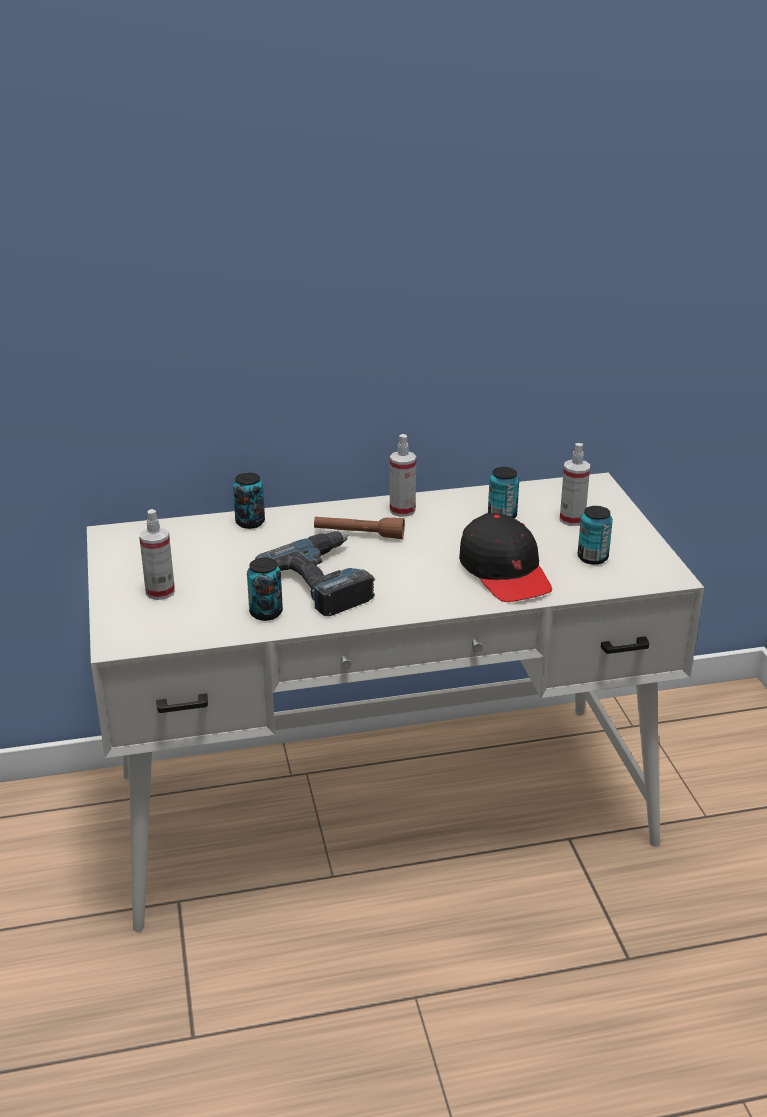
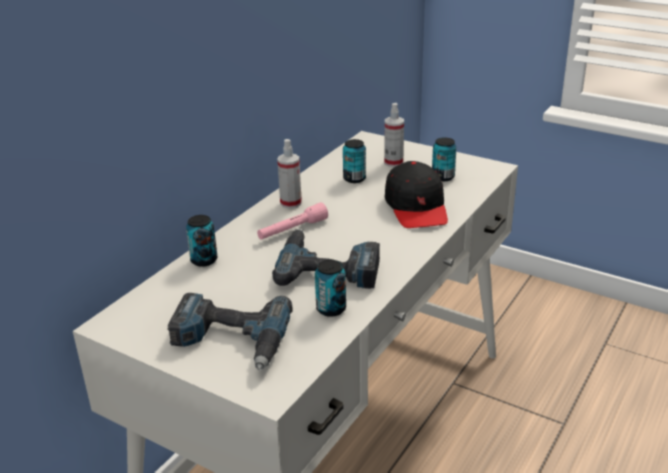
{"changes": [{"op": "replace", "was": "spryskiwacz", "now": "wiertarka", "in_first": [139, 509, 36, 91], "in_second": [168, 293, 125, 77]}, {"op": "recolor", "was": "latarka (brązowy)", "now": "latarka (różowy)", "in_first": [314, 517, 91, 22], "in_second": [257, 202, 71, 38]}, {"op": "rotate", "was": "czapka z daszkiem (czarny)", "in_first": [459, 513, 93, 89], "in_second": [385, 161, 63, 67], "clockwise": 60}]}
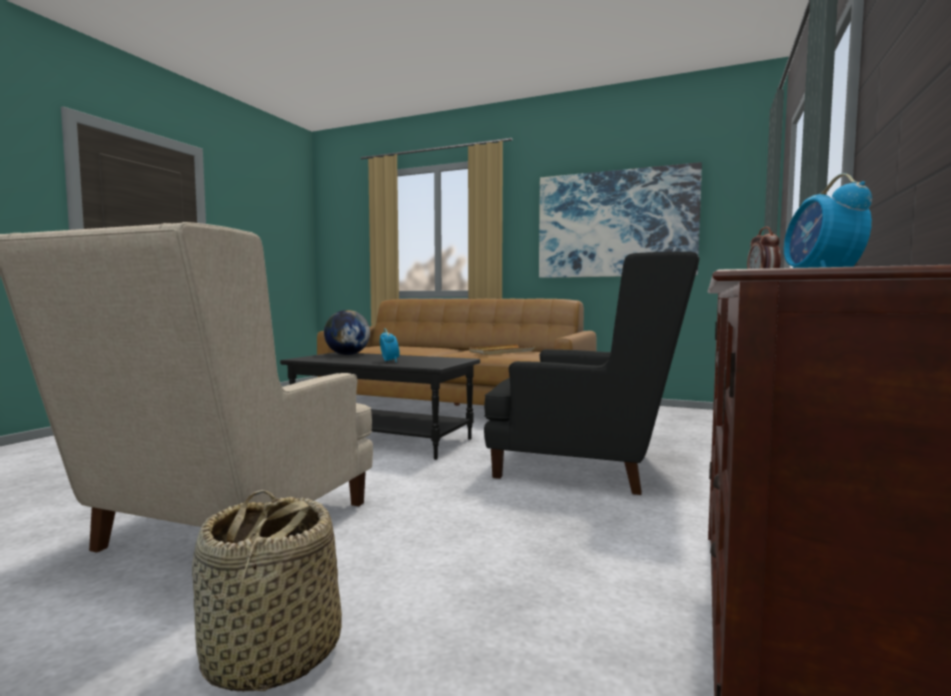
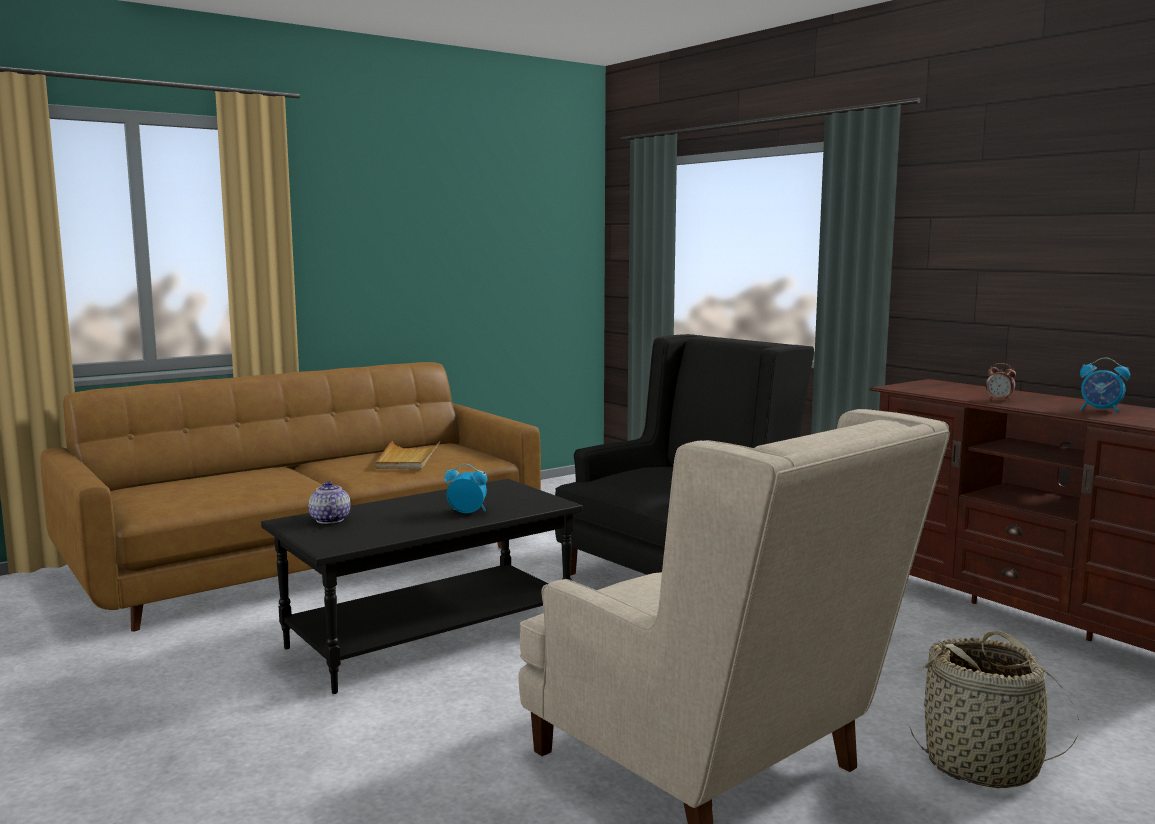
{"changes": [{"op": "delete", "was": "obraz", "in_first": [539, 162, 163, 116]}, {"op": "replace", "was": "globus", "now": "imbryk", "in_first": [324, 310, 46, 45], "in_second": [309, 481, 42, 43]}]}
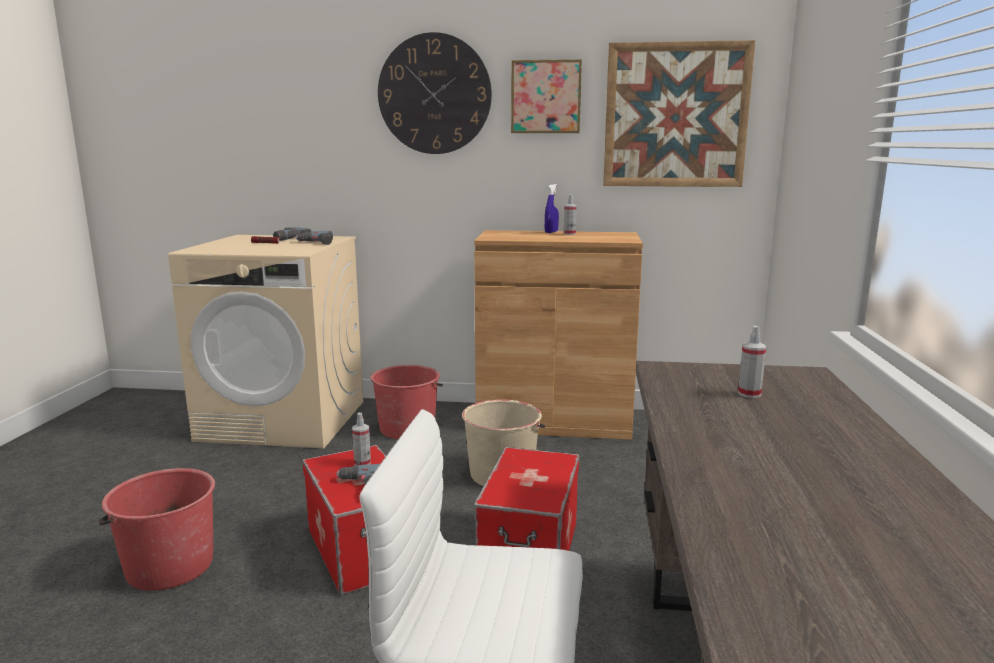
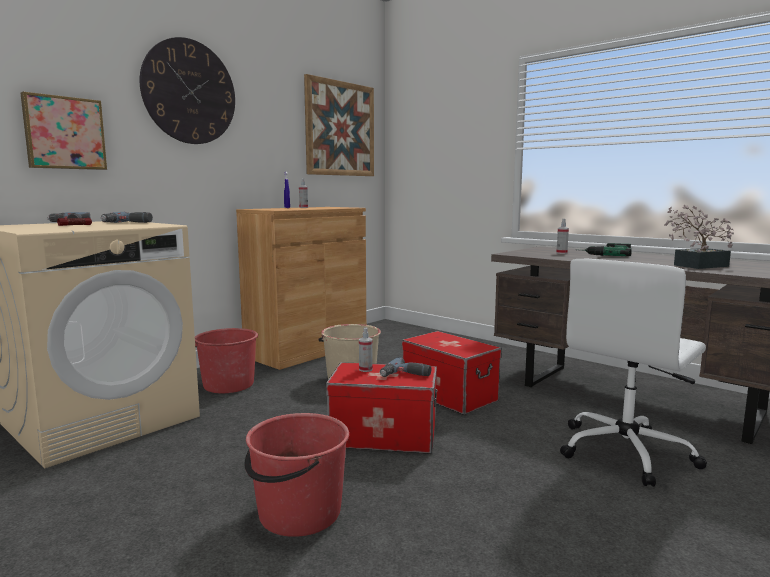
{"changes": [{"op": "insert", "now": "wiertarka", "in_second": [583, 243, 49, 13]}, {"op": "insert", "now": "roślina doniczkowa", "in_second": [664, 205, 70, 64]}, {"op": "move", "was": "obraz", "in_first": [511, 59, 71, 74], "in_second": [21, 92, 86, 78]}]}
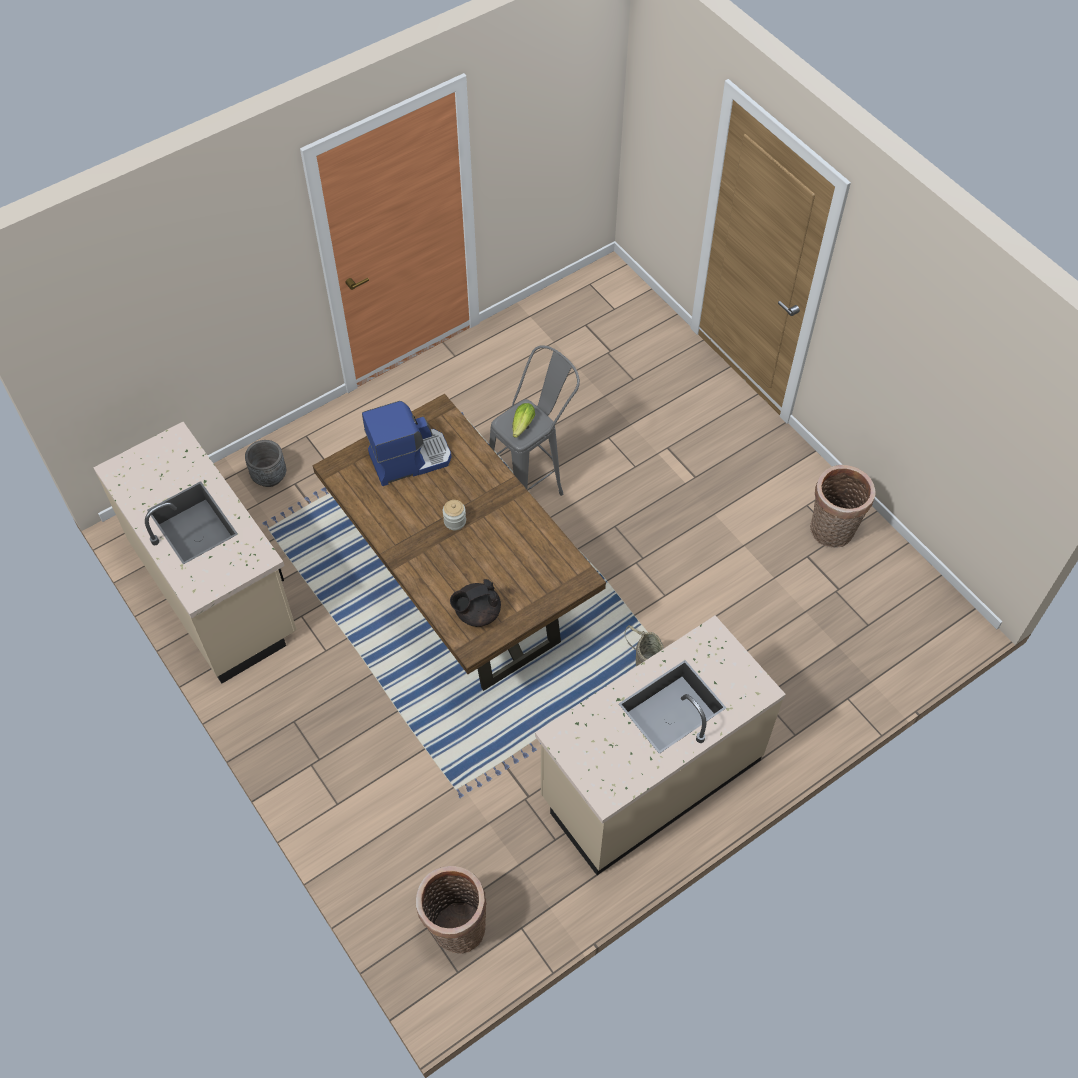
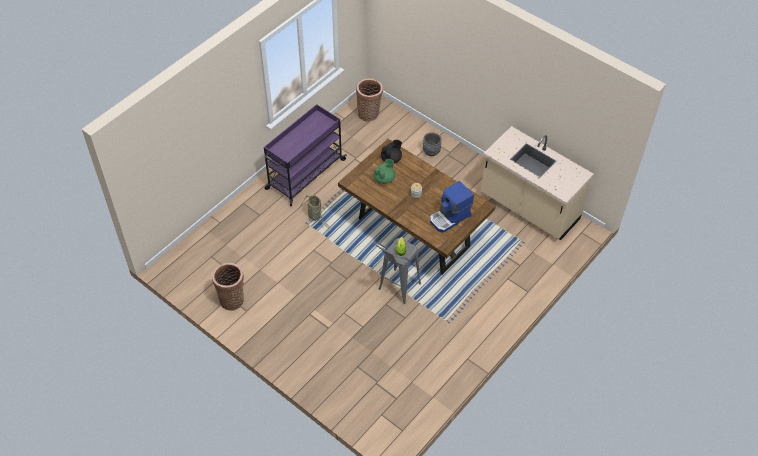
{"changes": [{"op": "insert", "now": "imbryk (zielony)", "in_second": [374, 159, 21, 25]}, {"op": "move", "was": "donica (szary)", "in_first": [245, 440, 41, 47], "in_second": [423, 132, 19, 24]}, {"op": "replace", "was": "zabudowa kuchenna (beżowy)", "now": "wózek (fioletowy)", "in_first": [535, 615, 251, 260], "in_second": [264, 104, 83, 102]}]}
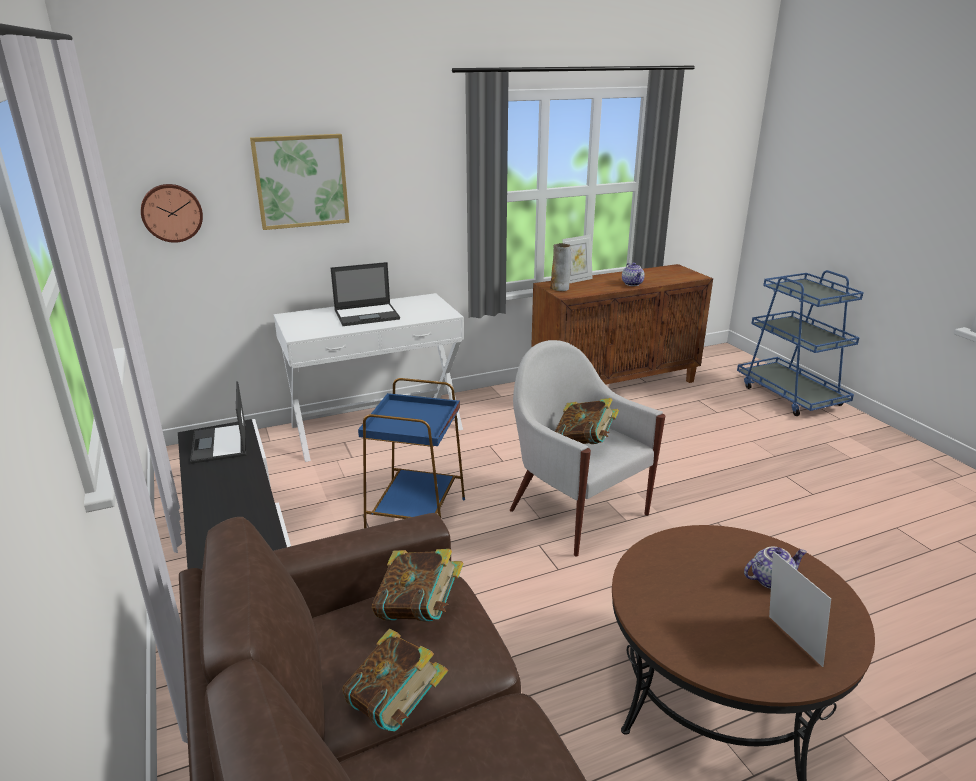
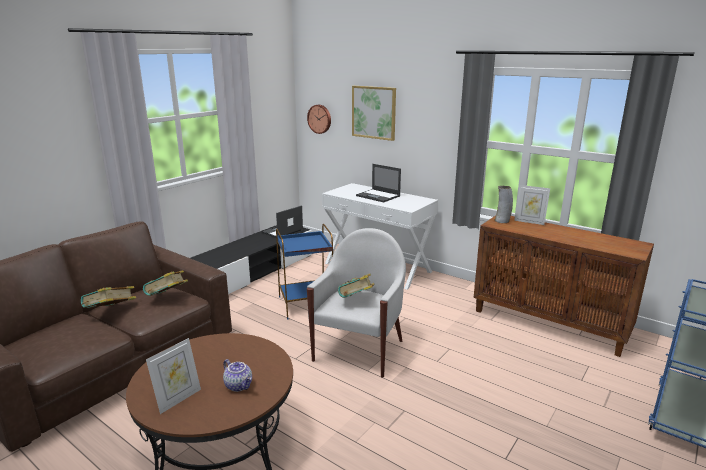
{"changes": [{"op": "delete", "was": "imbryk", "in_first": [622, 262, 23, 24]}]}
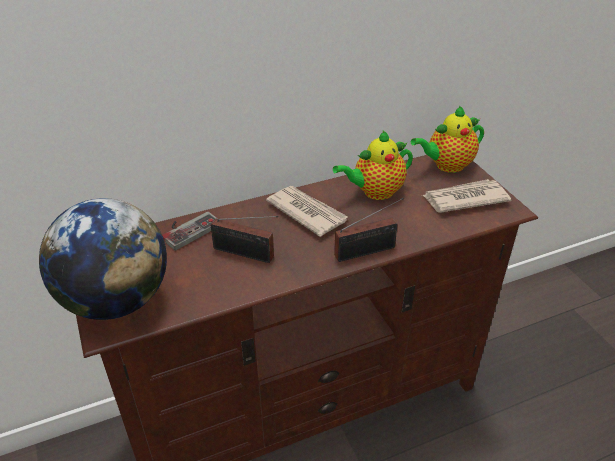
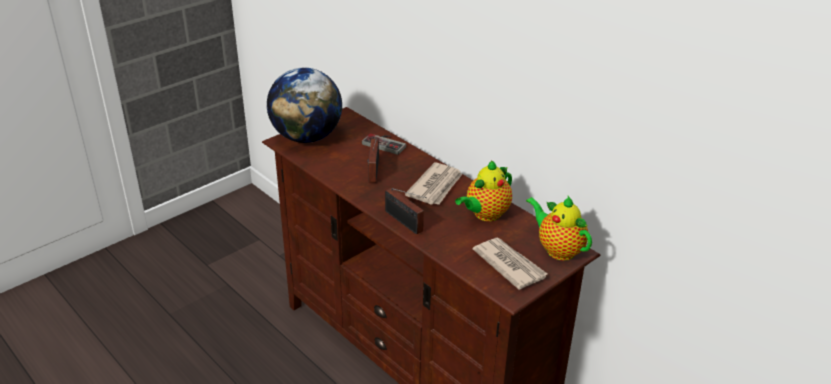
{"changes": [{"op": "rotate", "was": "imbryk", "in_first": [333, 131, 80, 69], "in_second": [455, 160, 57, 61], "clockwise": -90}]}
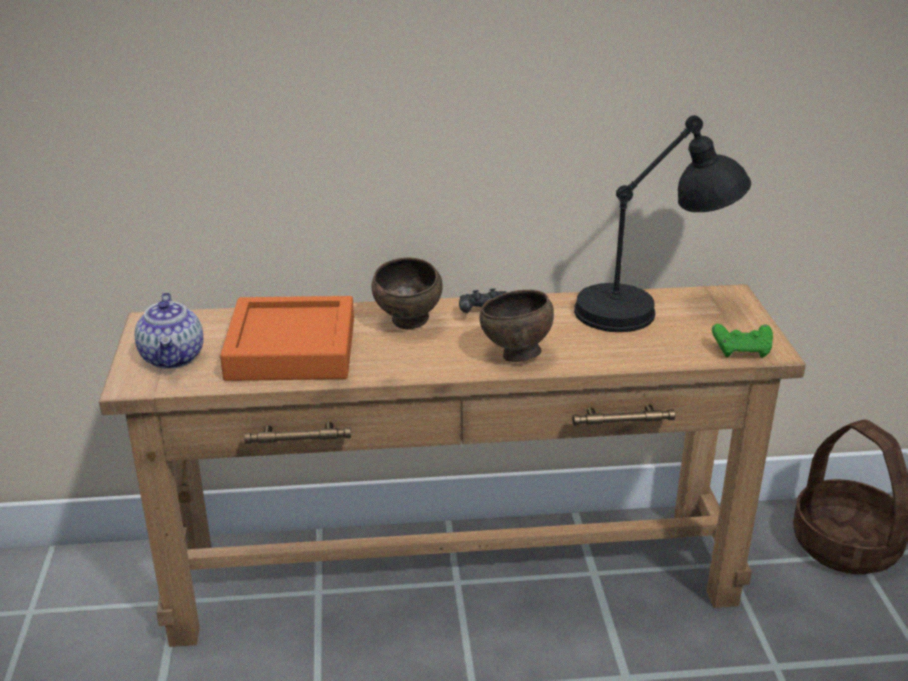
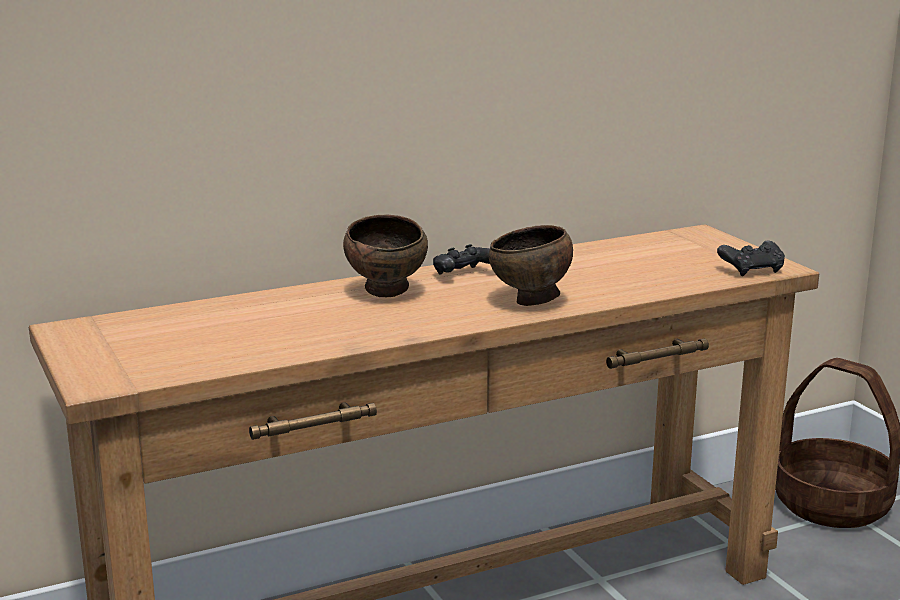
{"changes": [{"op": "delete", "was": "imbryk", "in_first": [135, 292, 68, 77]}, {"op": "delete", "was": "taca (pomarańczowy)", "in_first": [220, 296, 134, 85]}, {"op": "delete", "was": "lampa stołowa (czarny)", "in_first": [574, 115, 177, 217]}, {"op": "recolor", "was": "pad do gier (zielony)", "now": "pad do gier (czarny)", "in_first": [712, 324, 61, 34], "in_second": [717, 240, 68, 36]}]}
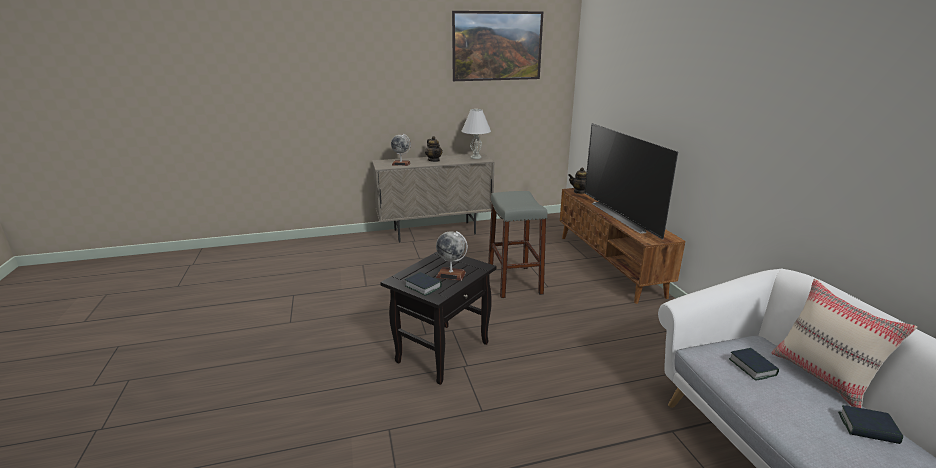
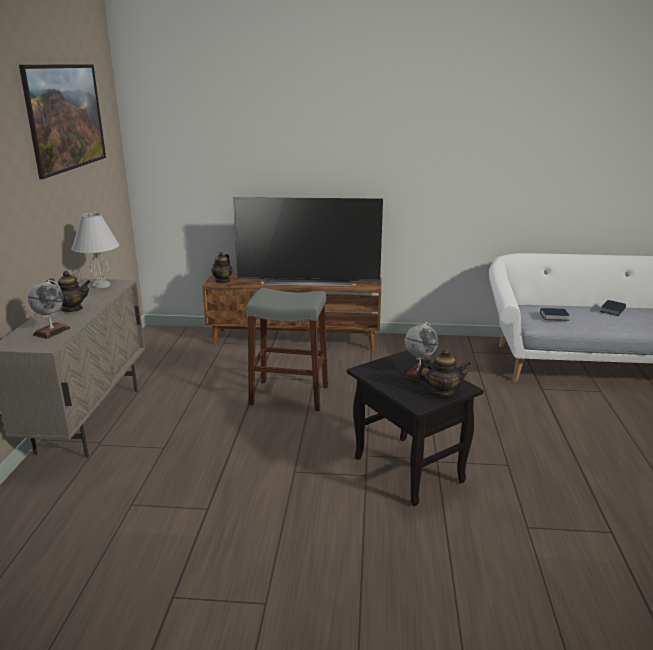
{"changes": [{"op": "delete", "was": "poduszka (beżowy)", "in_first": [772, 279, 145, 129]}, {"op": "replace", "was": "książka", "now": "imbryk", "in_first": [405, 272, 37, 24], "in_second": [416, 349, 55, 48]}]}
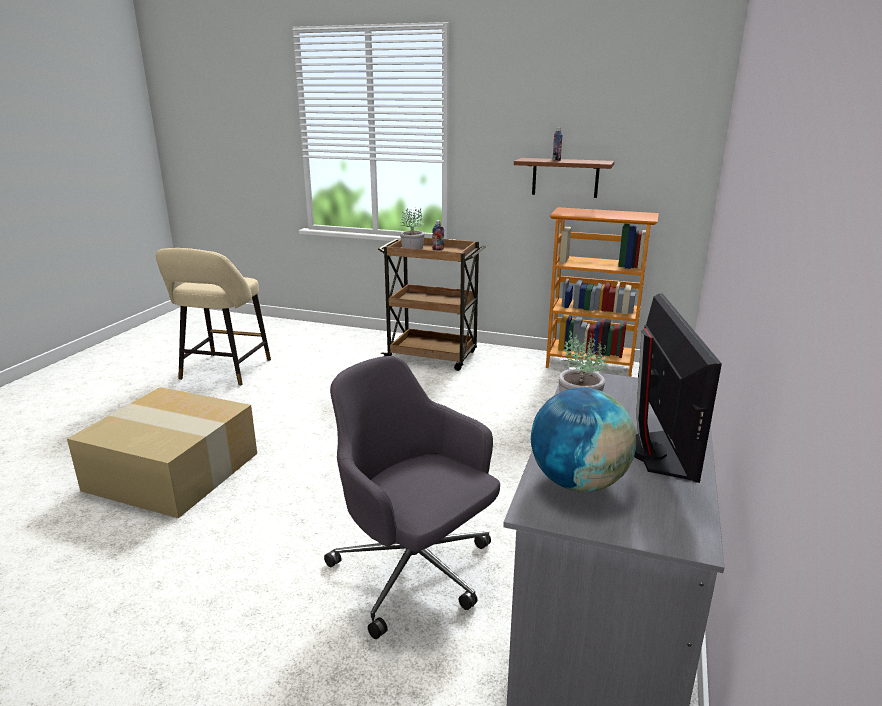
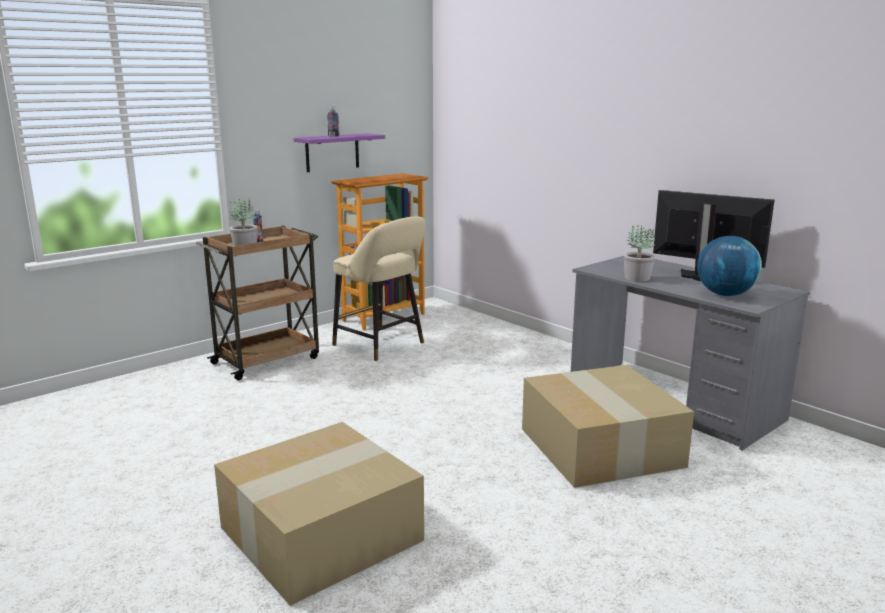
{"changes": [{"op": "move", "was": "stołek (beżowy)", "in_first": [156, 248, 115, 138], "in_second": [332, 216, 93, 145]}, {"op": "replace", "was": "krzesło biurowe (szary)", "now": "karton", "in_first": [324, 356, 176, 283], "in_second": [522, 365, 172, 123]}, {"op": "recolor", "was": "półka (brązowy)", "now": "półka (fioletowy)", "in_first": [514, 158, 101, 40], "in_second": [293, 133, 92, 39]}]}
